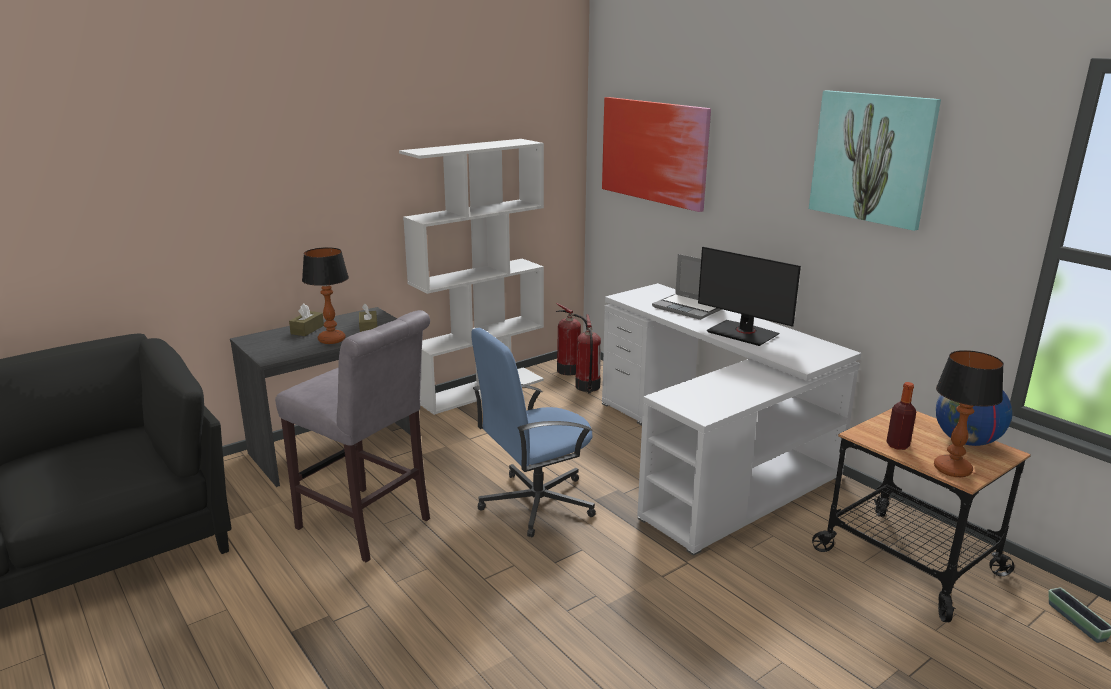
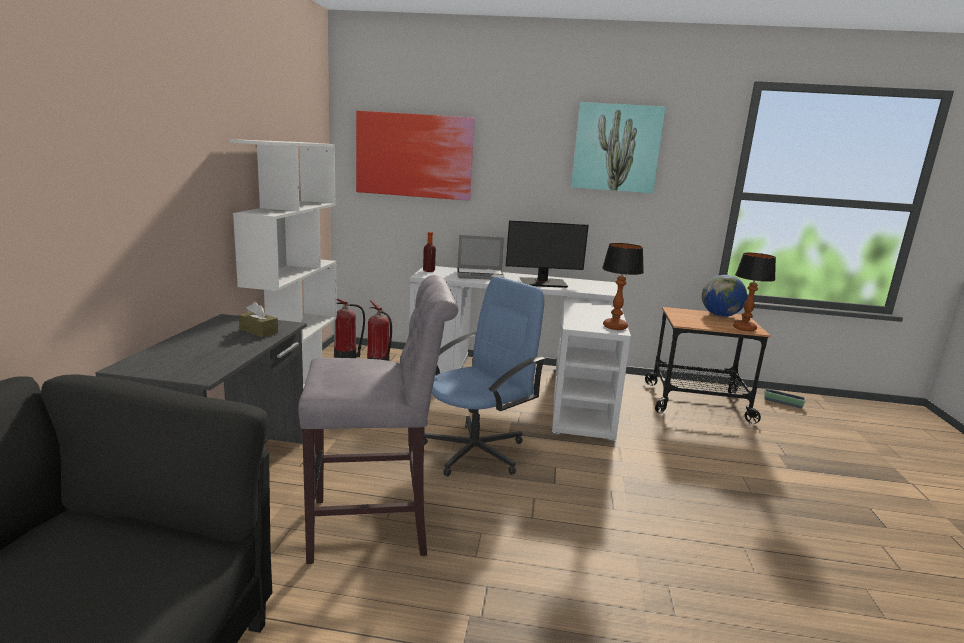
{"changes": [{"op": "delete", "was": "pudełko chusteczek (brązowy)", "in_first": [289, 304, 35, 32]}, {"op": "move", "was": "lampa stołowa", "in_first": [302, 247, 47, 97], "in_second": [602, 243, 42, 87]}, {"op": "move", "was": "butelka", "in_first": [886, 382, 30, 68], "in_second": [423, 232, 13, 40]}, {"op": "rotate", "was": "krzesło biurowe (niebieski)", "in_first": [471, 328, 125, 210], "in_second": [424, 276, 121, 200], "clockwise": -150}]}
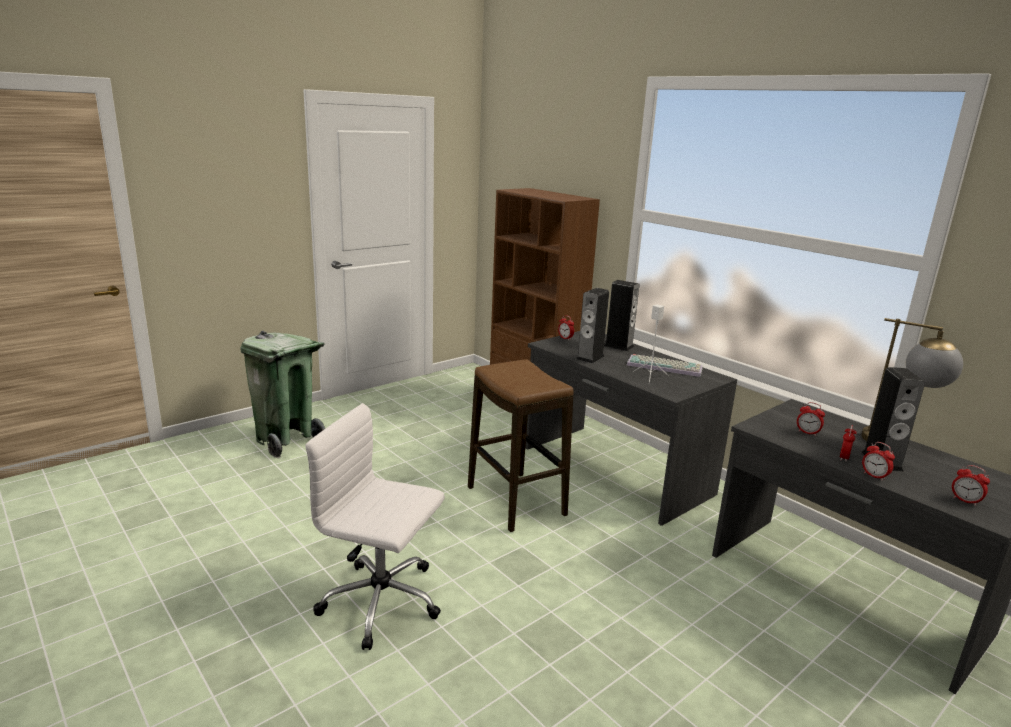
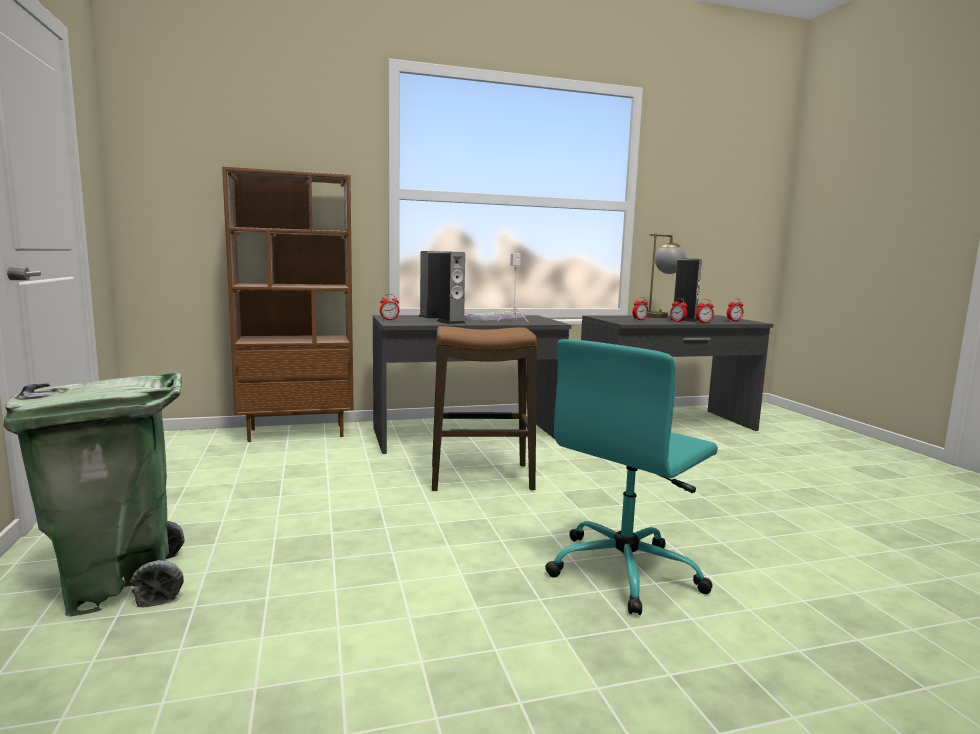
{"changes": [{"op": "recolor", "was": "krzesło biurowe (biały)", "now": "krzesło biurowe (turkusowy)", "in_first": [305, 403, 140, 247], "in_second": [545, 339, 173, 276]}]}
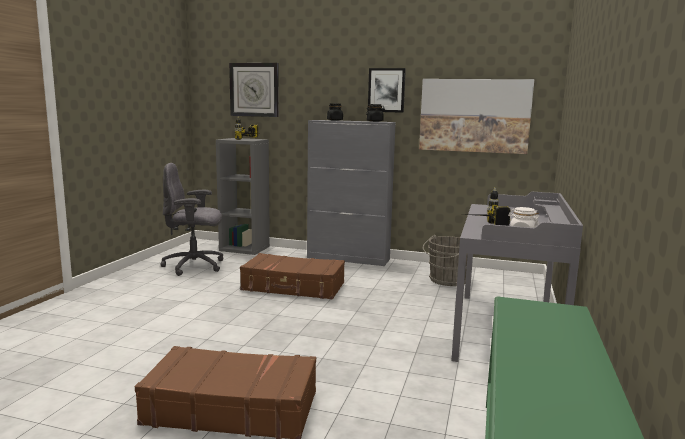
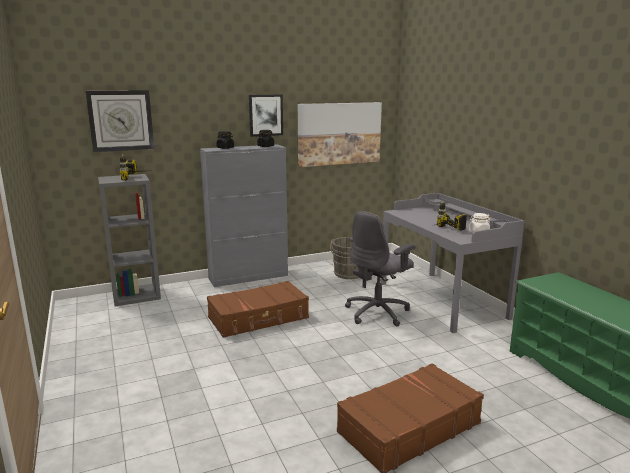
{"changes": [{"op": "move", "was": "krzesło biurowe (szary)", "in_first": [160, 163, 63, 113], "in_second": [345, 211, 70, 115]}]}
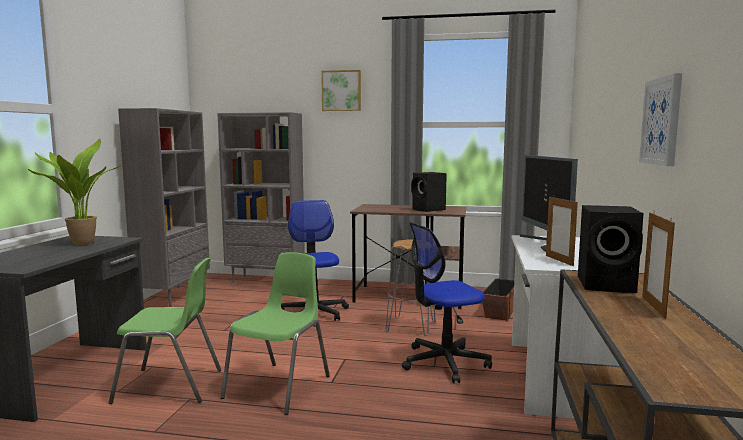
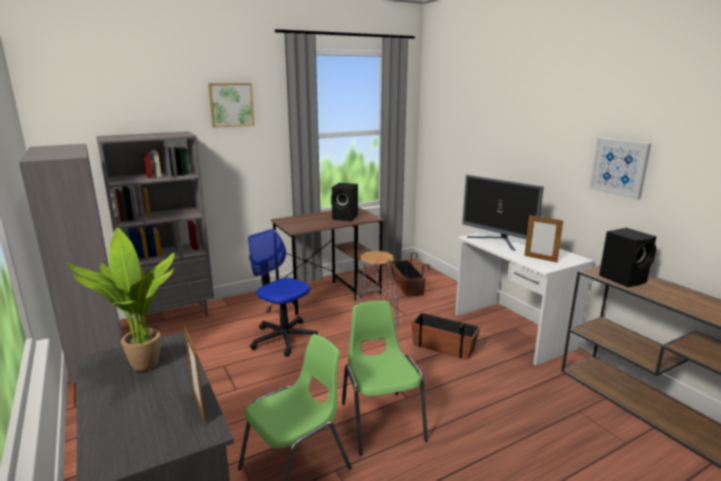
{"changes": [{"op": "move", "was": "ramka na zdjęcie", "in_first": [642, 211, 33, 108], "in_second": [184, 326, 22, 99]}, {"op": "replace", "was": "krzesło biurowe", "now": "donica", "in_first": [402, 222, 90, 161], "in_second": [411, 313, 69, 47]}]}
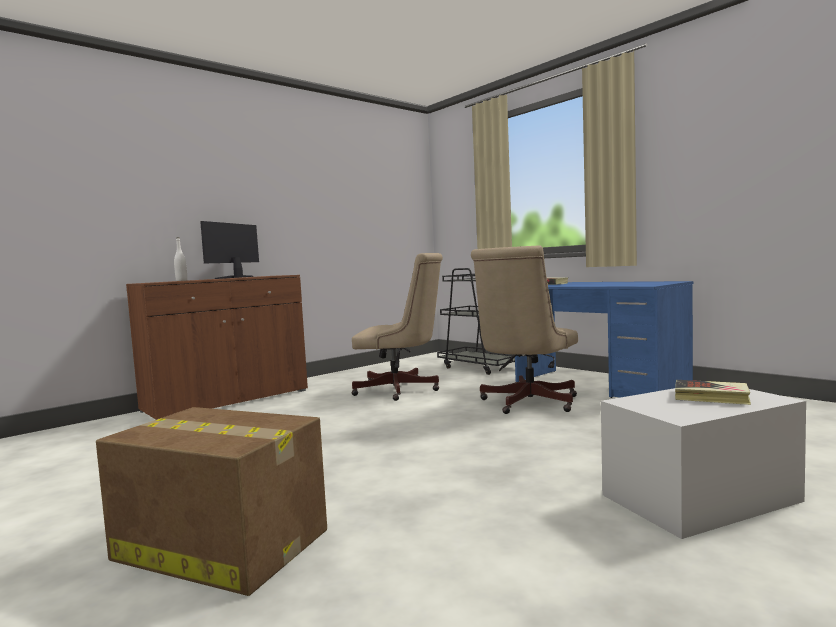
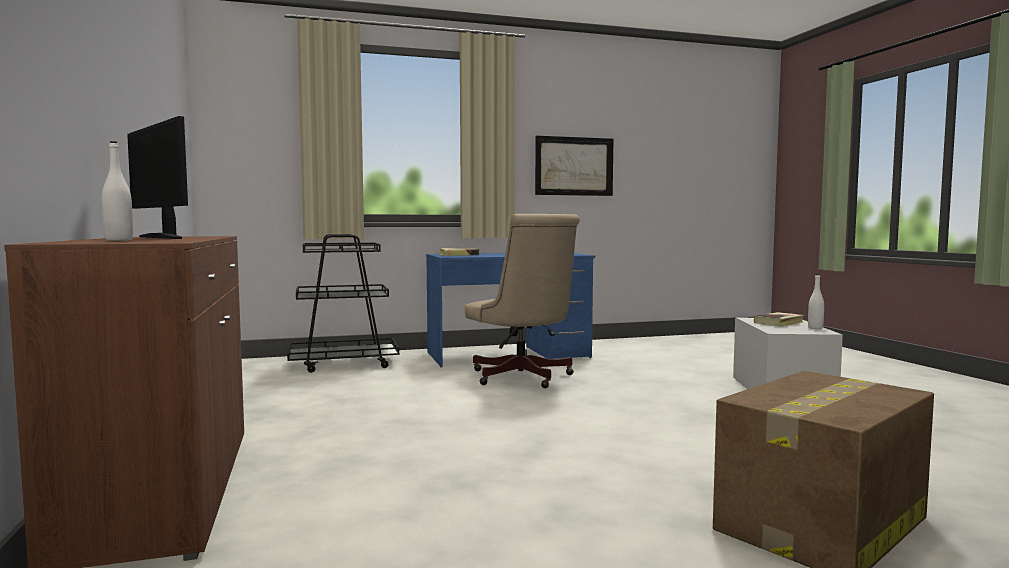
{"changes": [{"op": "delete", "was": "krzesło biurowe (beżowy)", "in_first": [352, 253, 91, 148]}, {"op": "insert", "now": "obraz", "in_second": [535, 136, 78, 60]}, {"op": "insert", "now": "butelka (biały)", "in_second": [808, 274, 16, 55]}]}
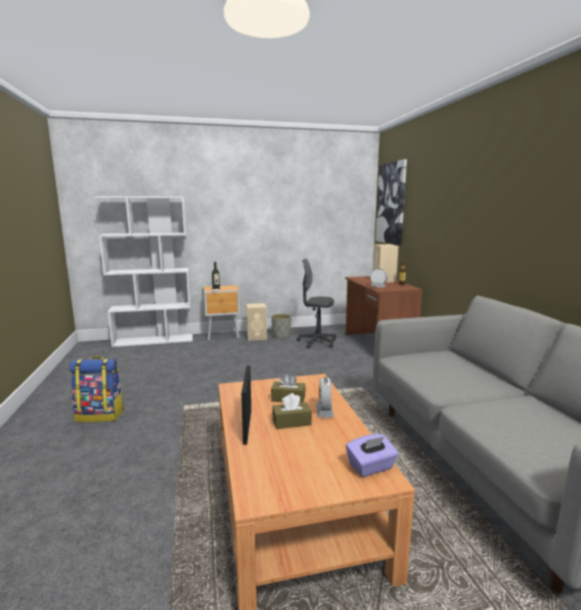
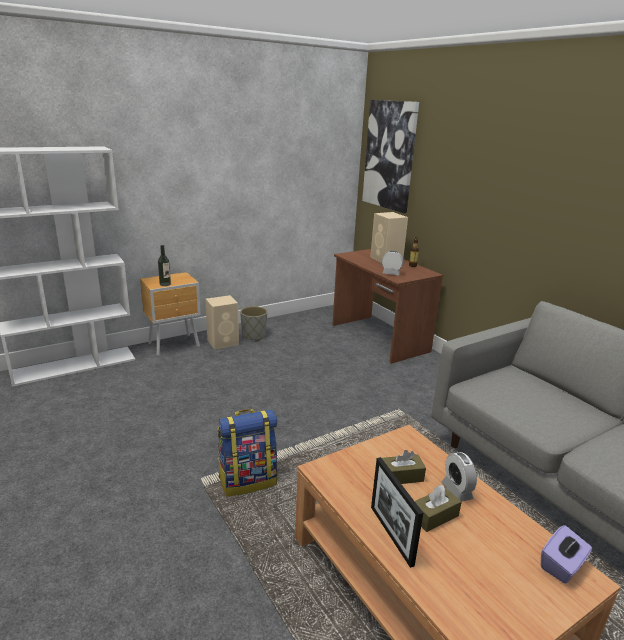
{"changes": [{"op": "delete", "was": "krzesło biurowe (szary)", "in_first": [297, 258, 39, 91]}, {"op": "move", "was": "plecak", "in_first": [69, 357, 55, 65], "in_second": [217, 409, 61, 87]}]}
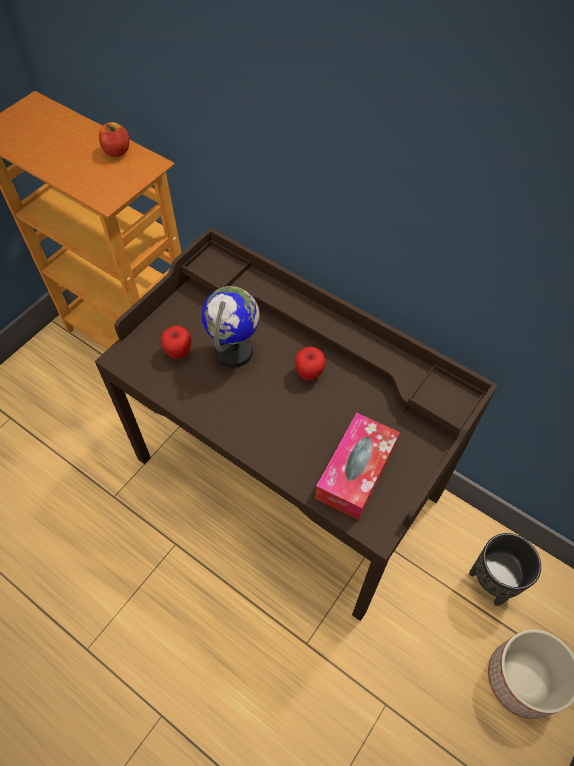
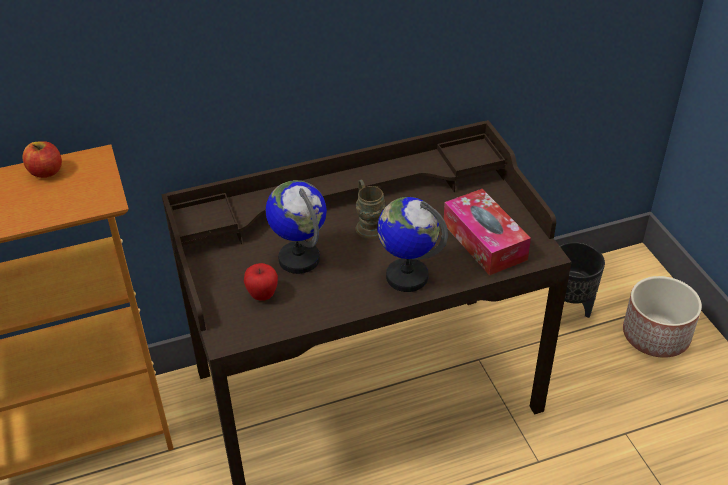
{"changes": [{"op": "insert", "now": "globus", "in_second": [377, 197, 71, 95]}, {"op": "replace", "was": "jabłko", "now": "kubek (brązowy)", "in_first": [295, 347, 31, 34], "in_second": [356, 180, 30, 59]}]}
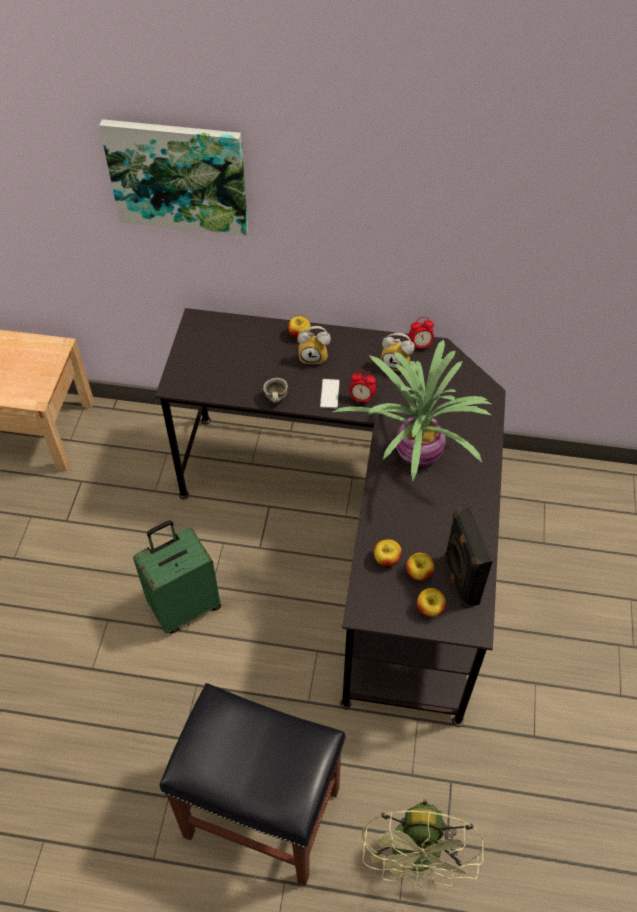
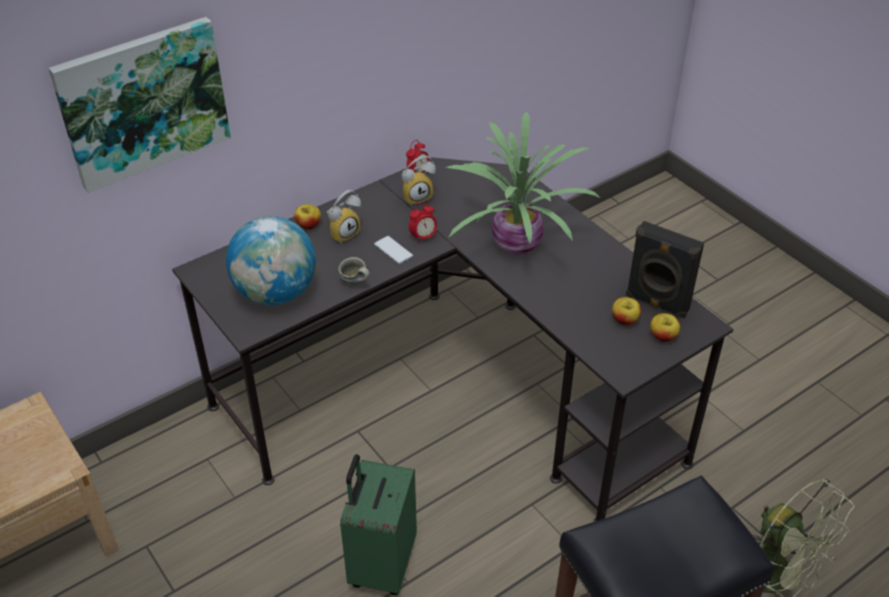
{"changes": [{"op": "delete", "was": "jabłko", "in_first": [374, 539, 28, 28]}, {"op": "insert", "now": "globus", "in_second": [226, 216, 90, 89]}]}
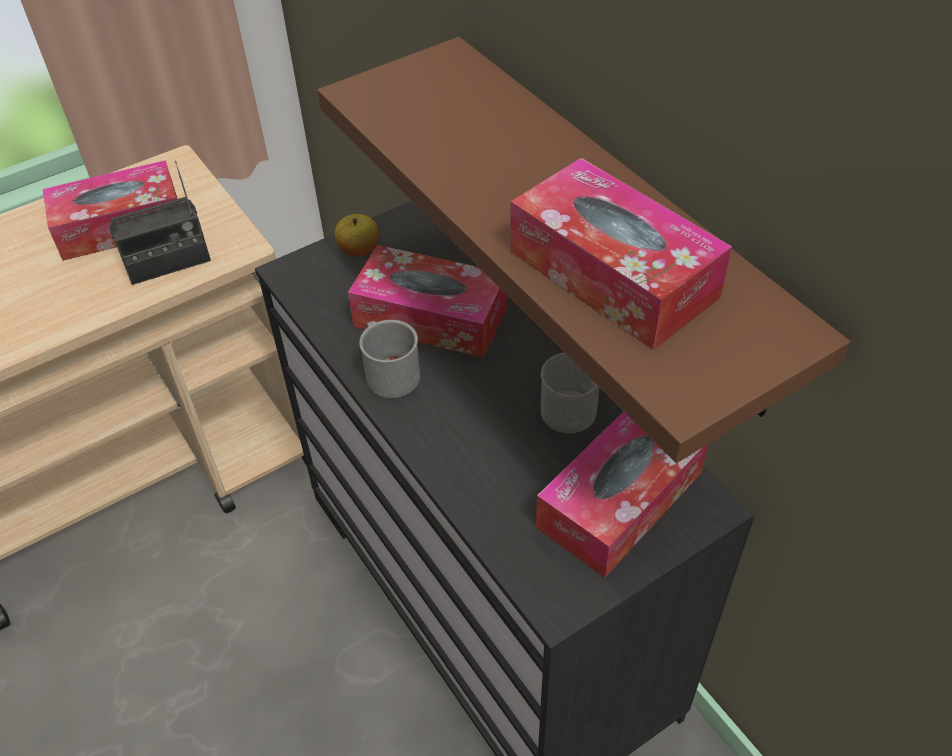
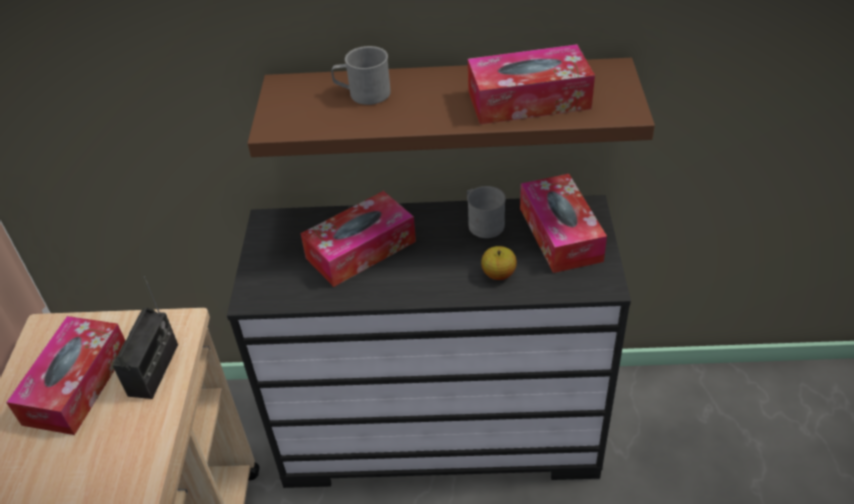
{"changes": [{"op": "move", "was": "jabłko", "in_first": [334, 214, 45, 42], "in_second": [481, 246, 36, 34]}, {"op": "move", "was": "kubek (szary)", "in_first": [359, 320, 61, 78], "in_second": [331, 46, 60, 59]}]}
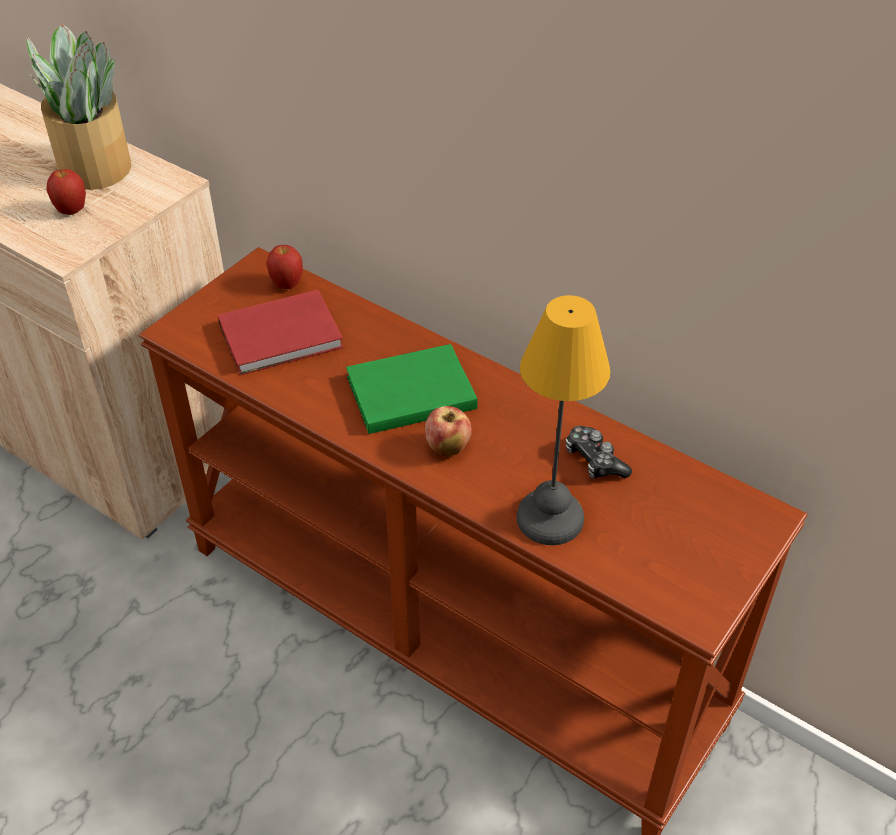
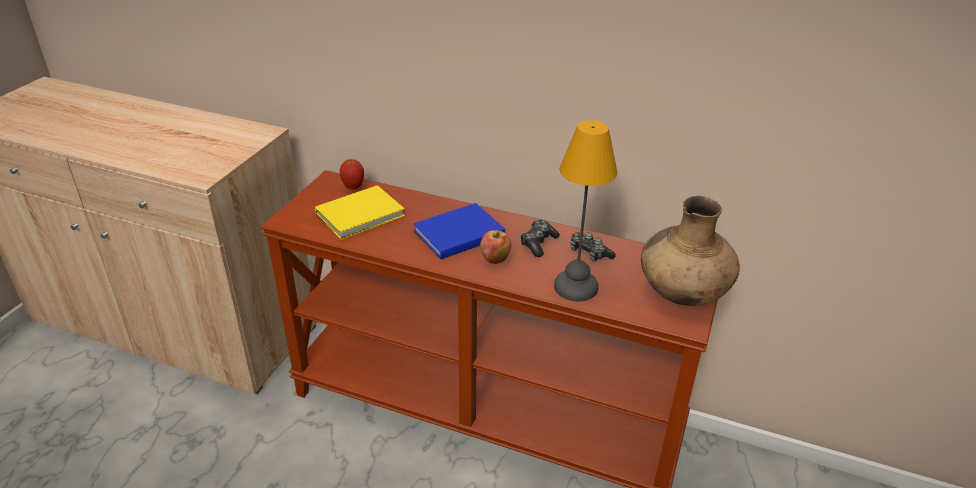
{"changes": [{"op": "delete", "was": "roślina doniczkowa", "in_first": [27, 24, 104, 166]}, {"op": "delete", "was": "jabłko", "in_first": [46, 169, 40, 46]}, {"op": "insert", "now": "pad do gier", "in_second": [520, 220, 40, 37]}, {"op": "insert", "now": "wazon (brązowy)", "in_second": [641, 196, 99, 110]}, {"op": "recolor", "was": "książka (czerwony)", "now": "książka (żółty)", "in_first": [218, 290, 126, 85], "in_second": [315, 185, 90, 55]}, {"op": "recolor", "was": "książka (zielony)", "now": "książka (niebieski)", "in_first": [346, 344, 132, 90], "in_second": [413, 203, 92, 56]}]}
